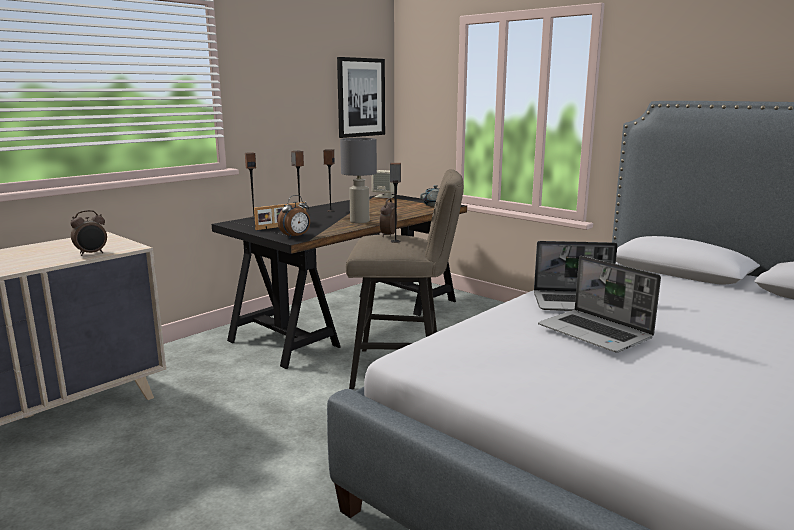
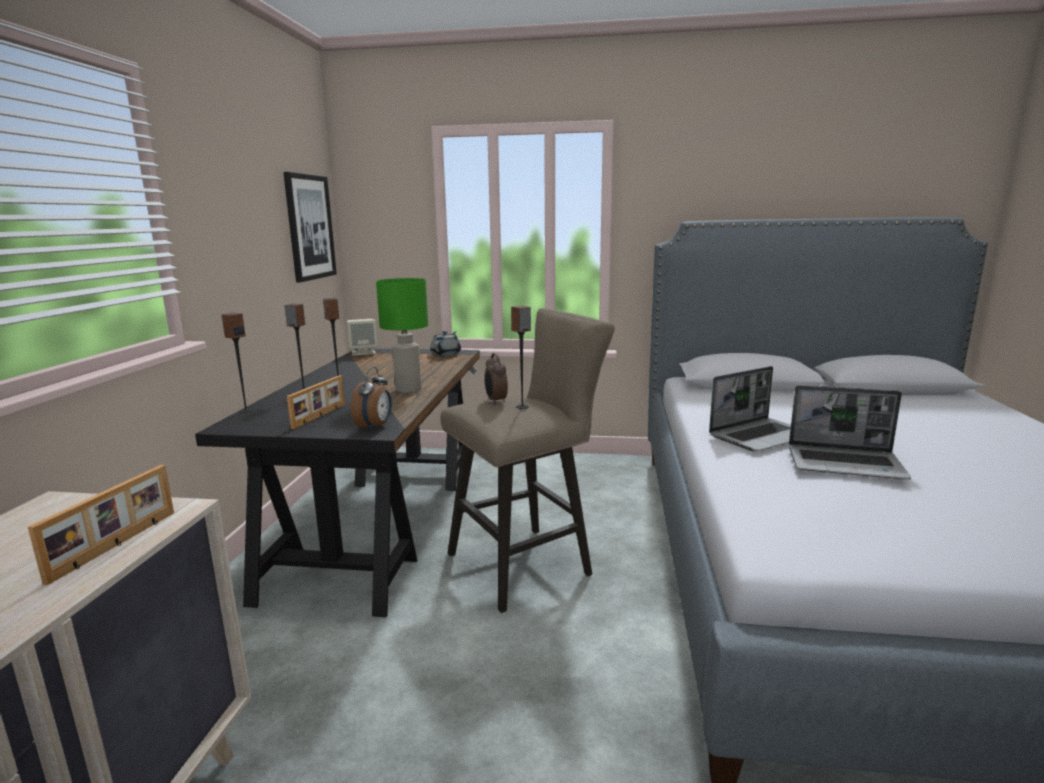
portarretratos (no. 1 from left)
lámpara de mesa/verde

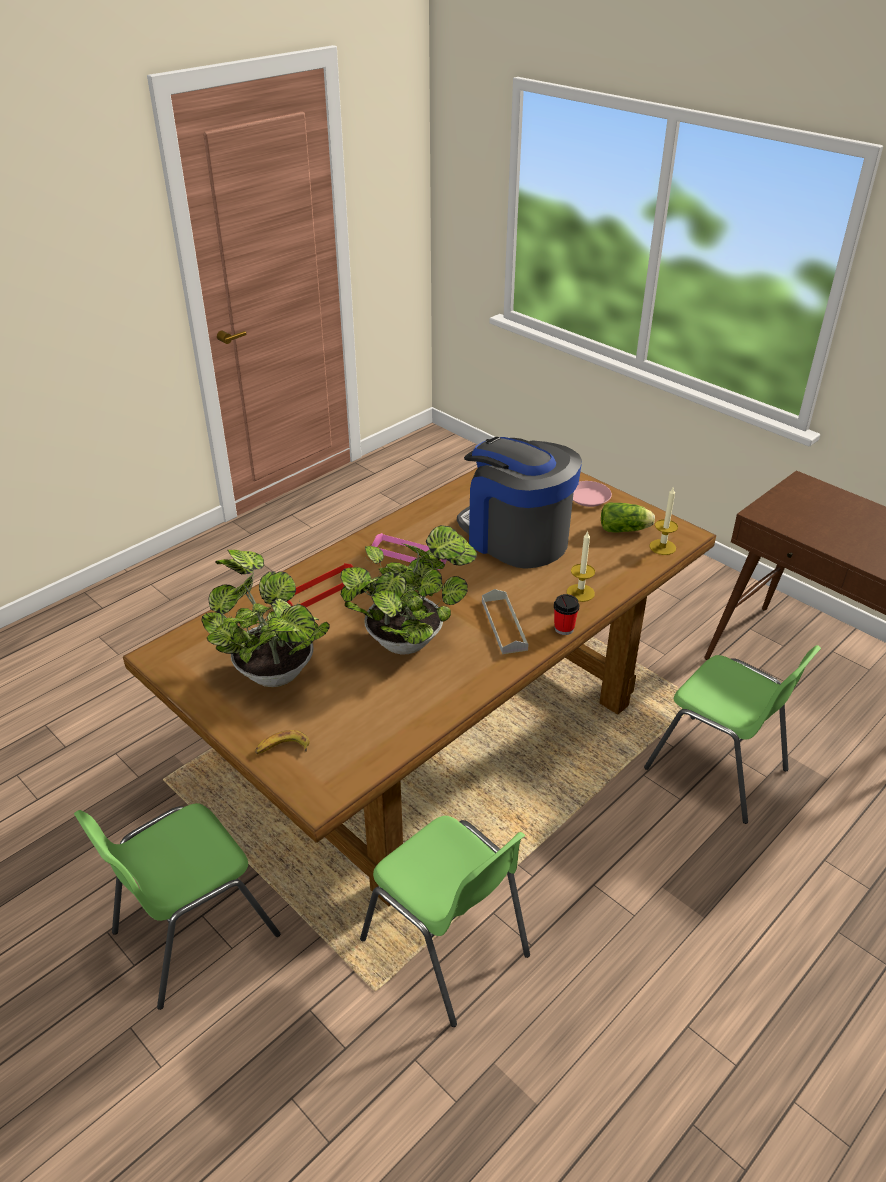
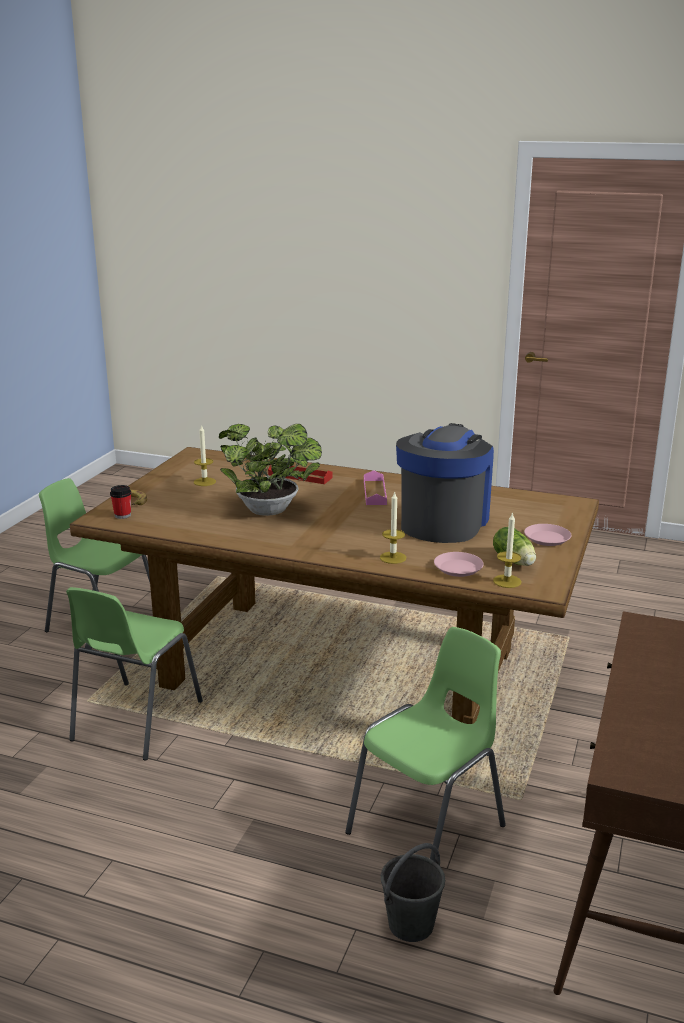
taza
vela (no. 1 from left)
silla/verde (no. 3 from left)
cubo/gris
plato/rosa (no. 1 from left)
bandeja/gris

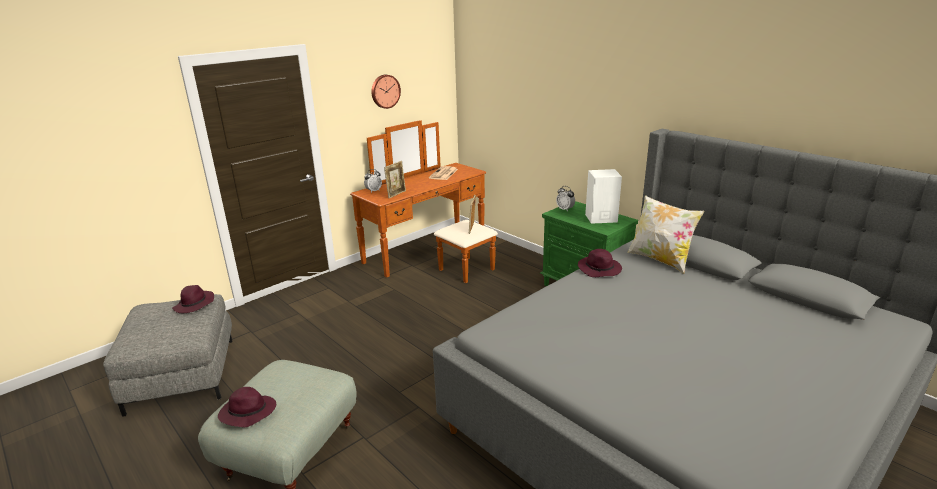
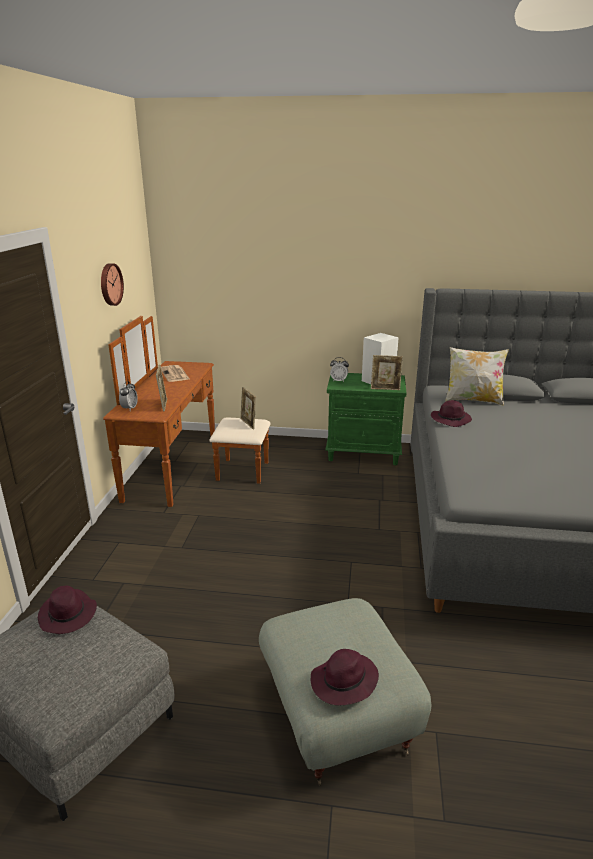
portarretratos (no. 3 from left)

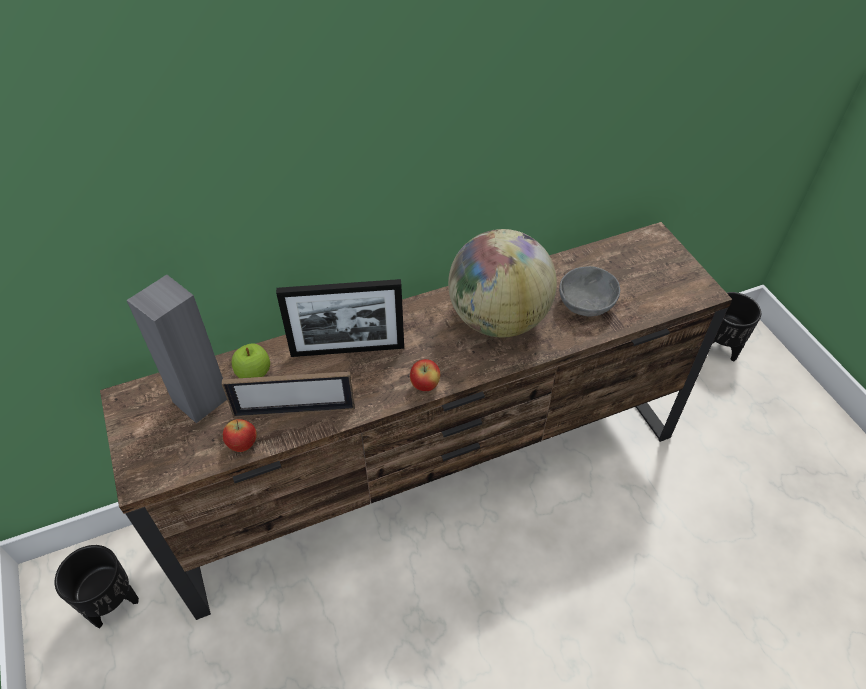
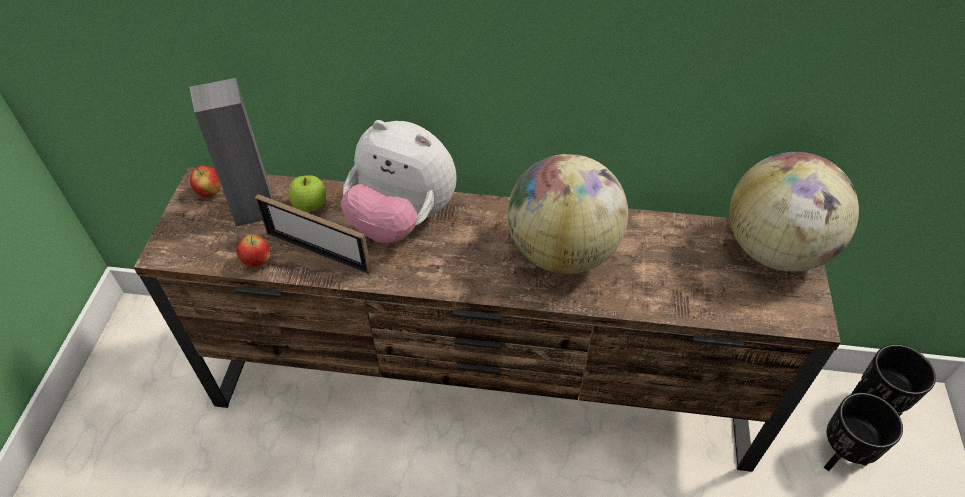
manzana (no. 1 from left)
peluche
globo terráqueo (no. 2 from left)
maceta/negro (no. 1 from left)
cuenco/gris

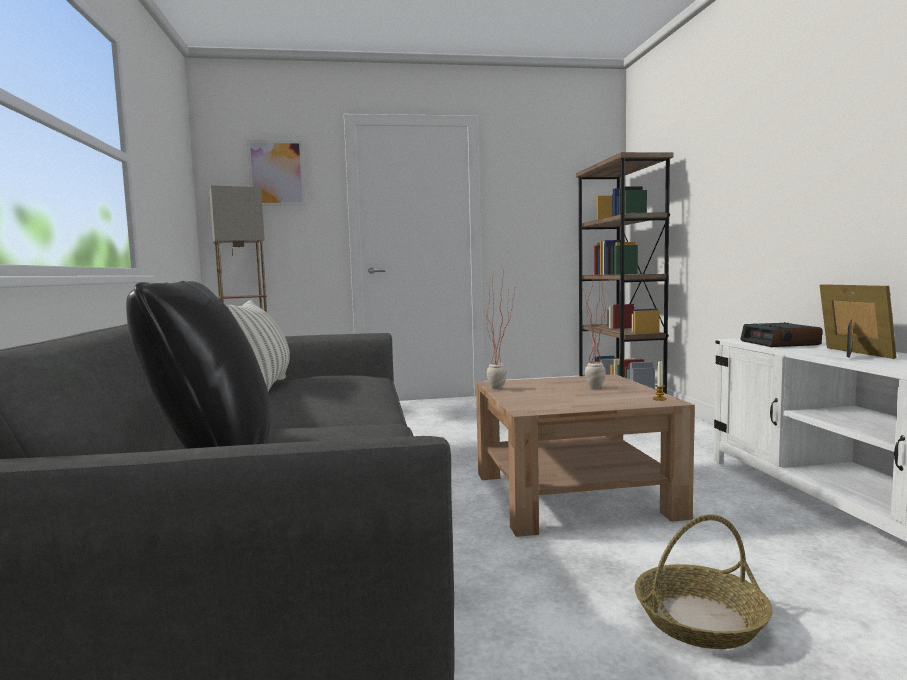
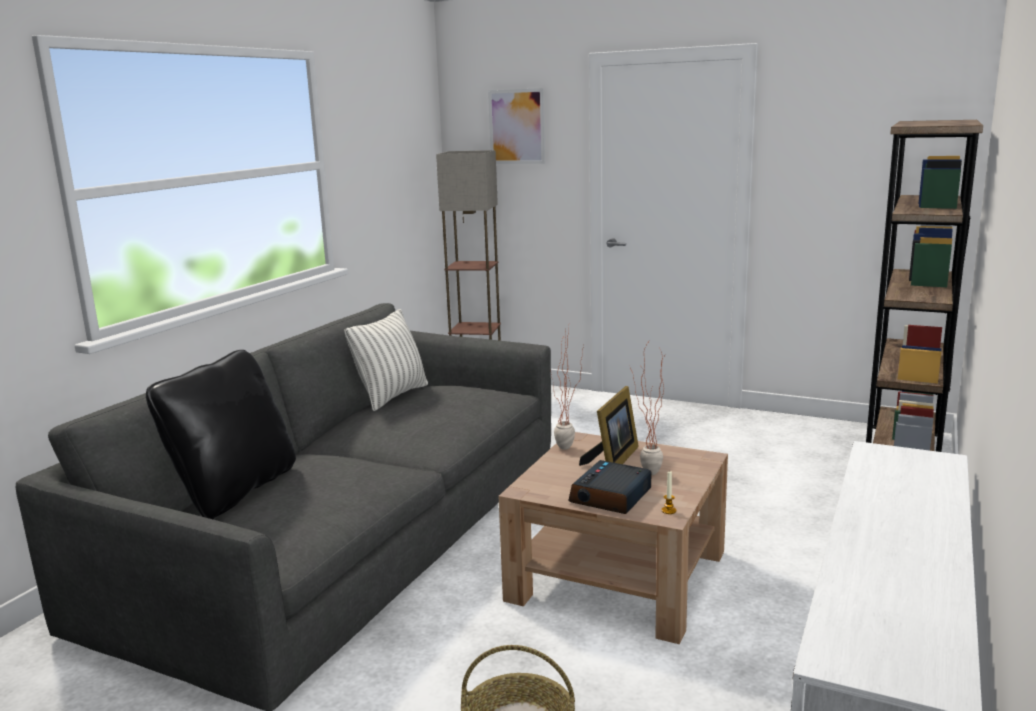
despertador
portarretratos

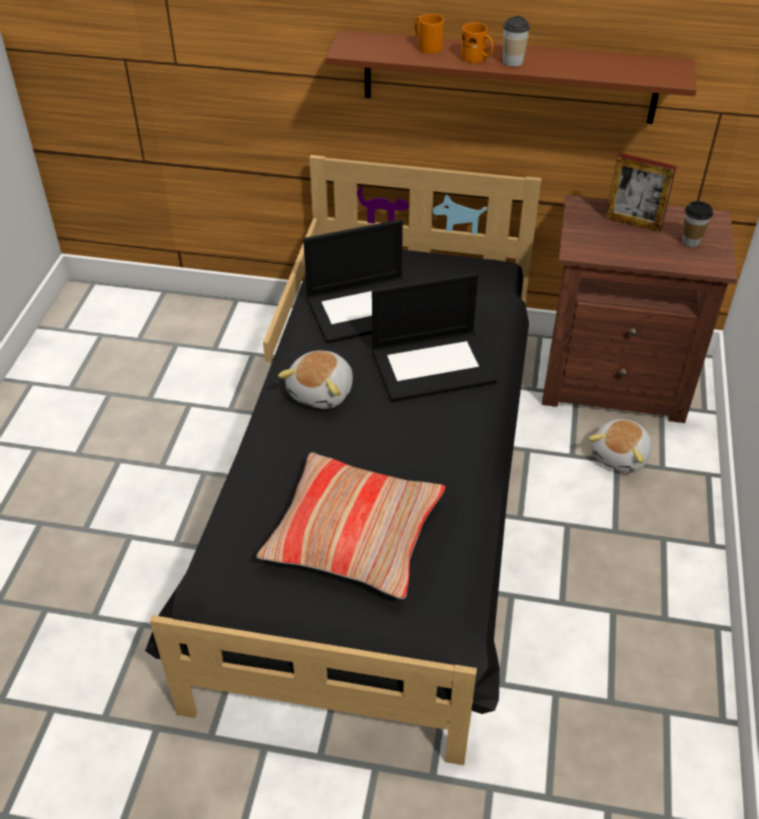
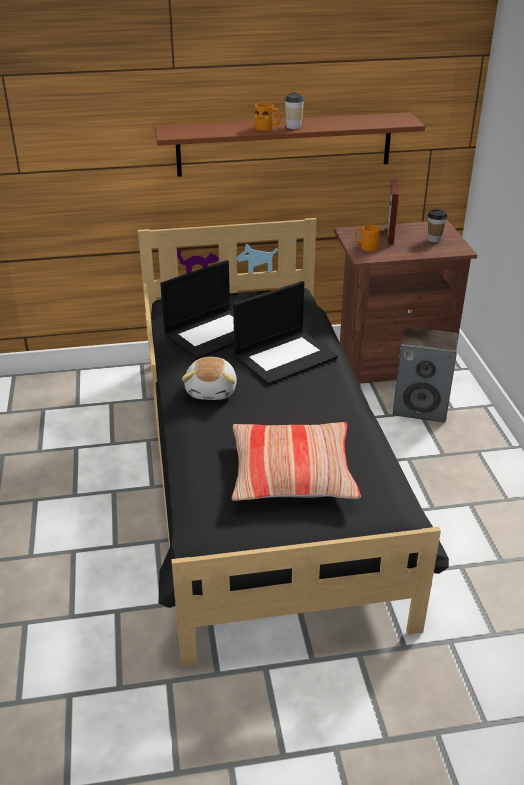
taza grande/naranja (no. 2 from left)
portarretratos
altavoz

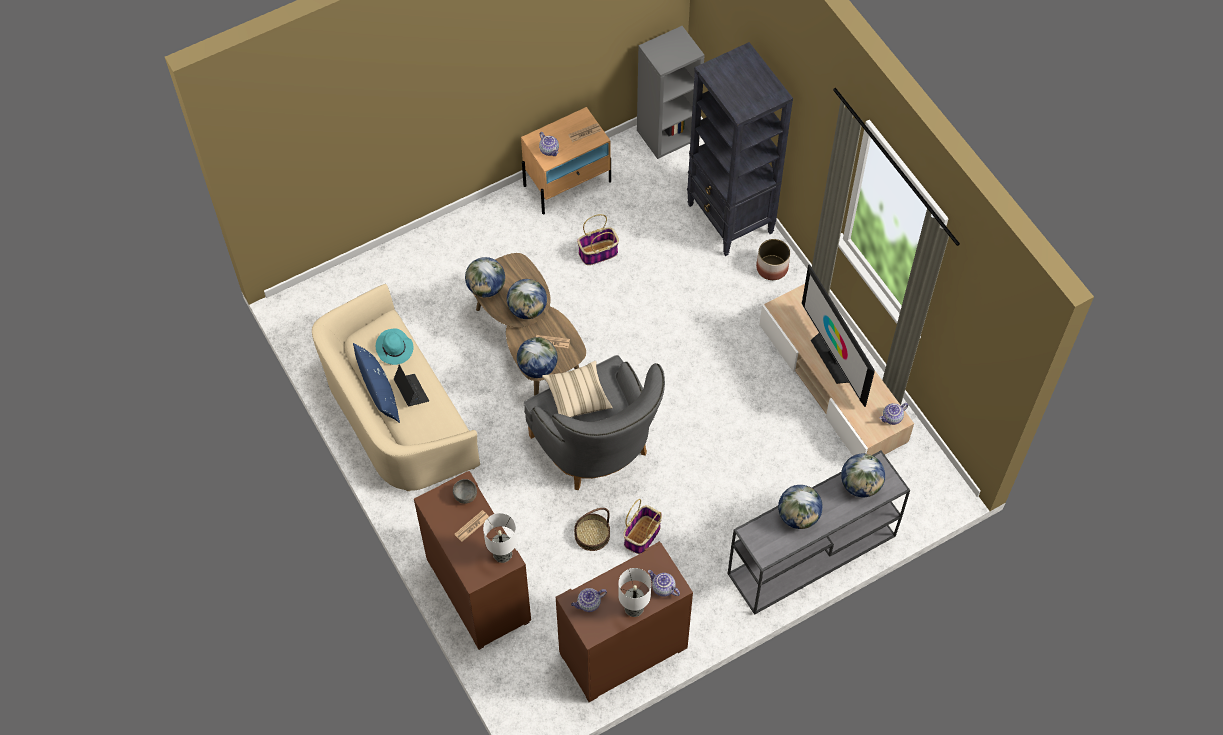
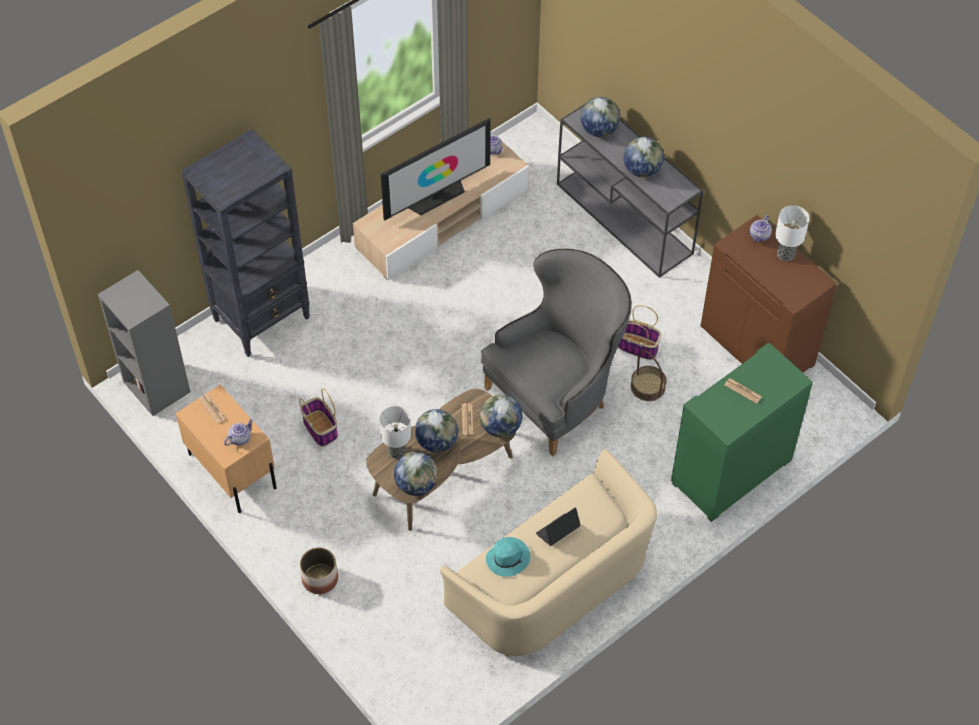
maceta
lámpara de mesa (no. 1 from left)
armario/verde
cojín/azul
cuenco/gris
cojín/beis
tetera (no. 2 from left in the first image)

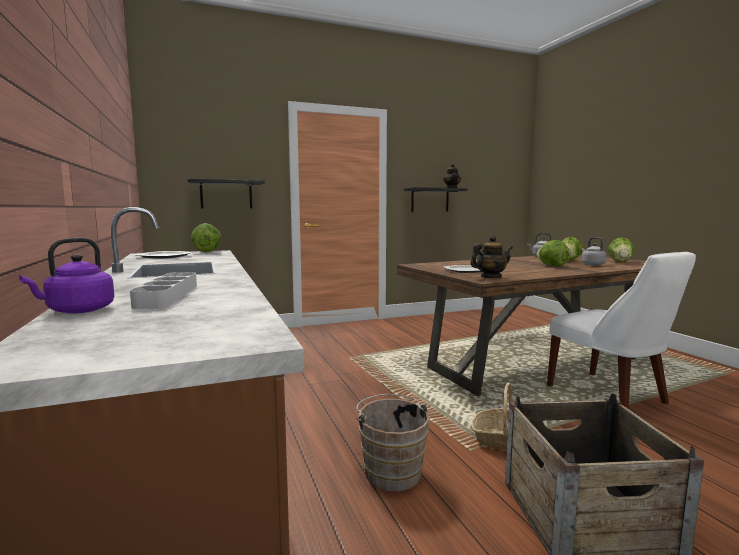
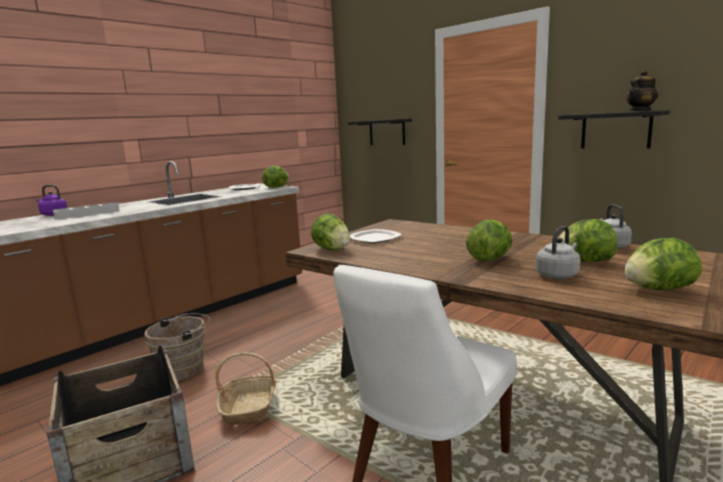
lechuga (no. 2 from left)

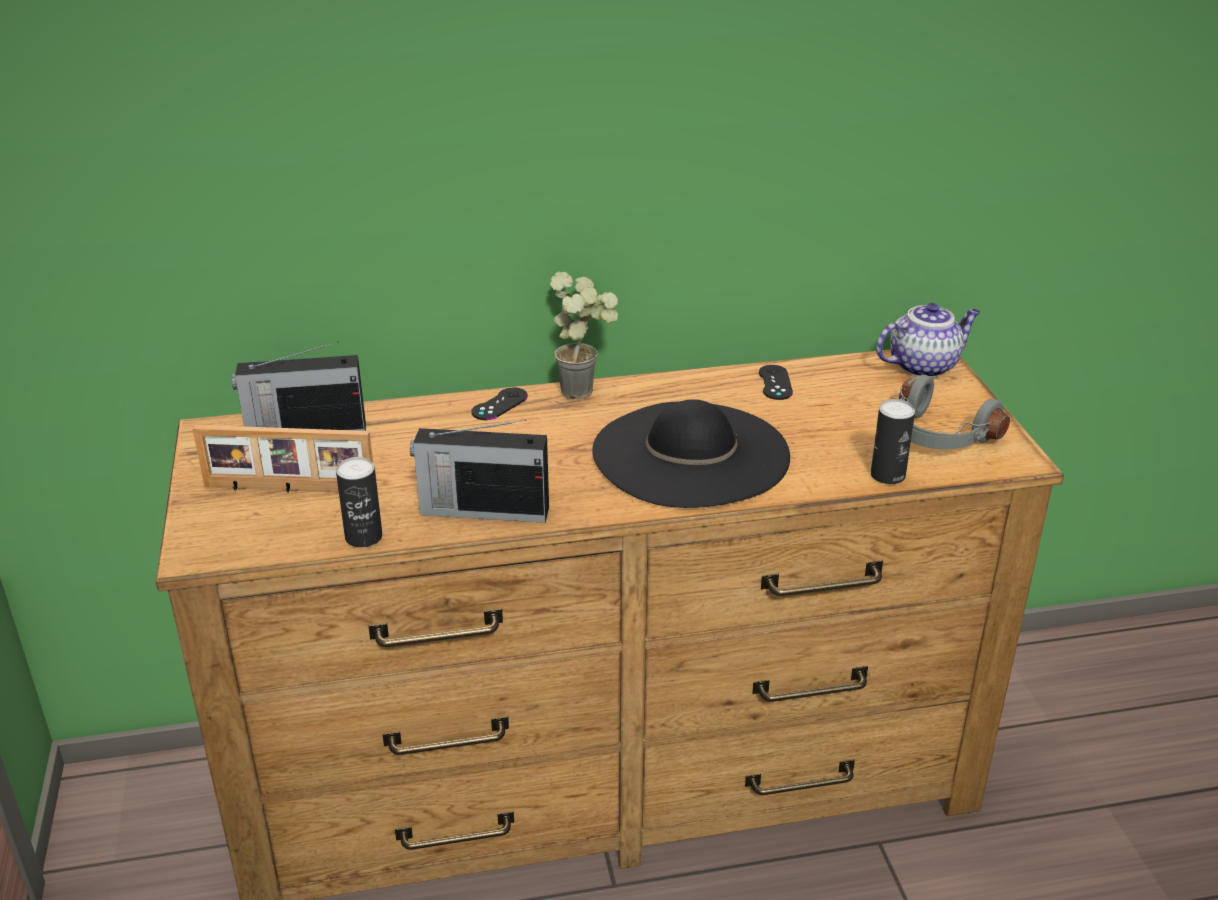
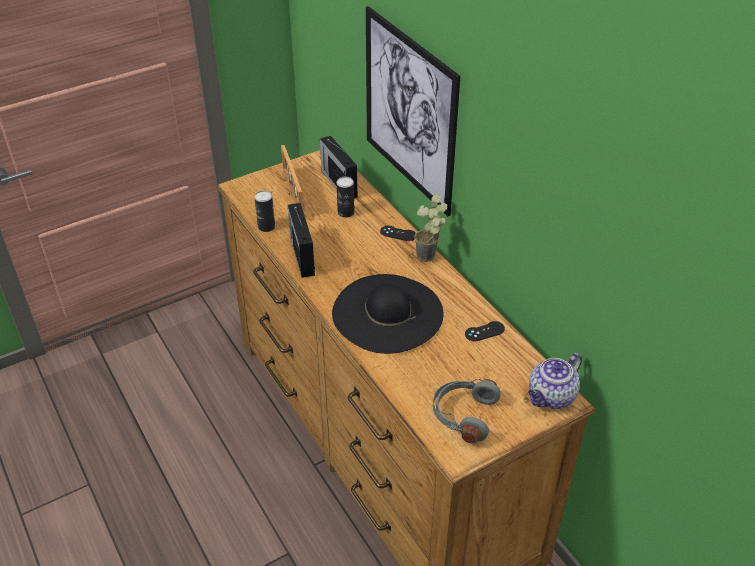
lata (no. 2 from left)
cuadro
tetera

